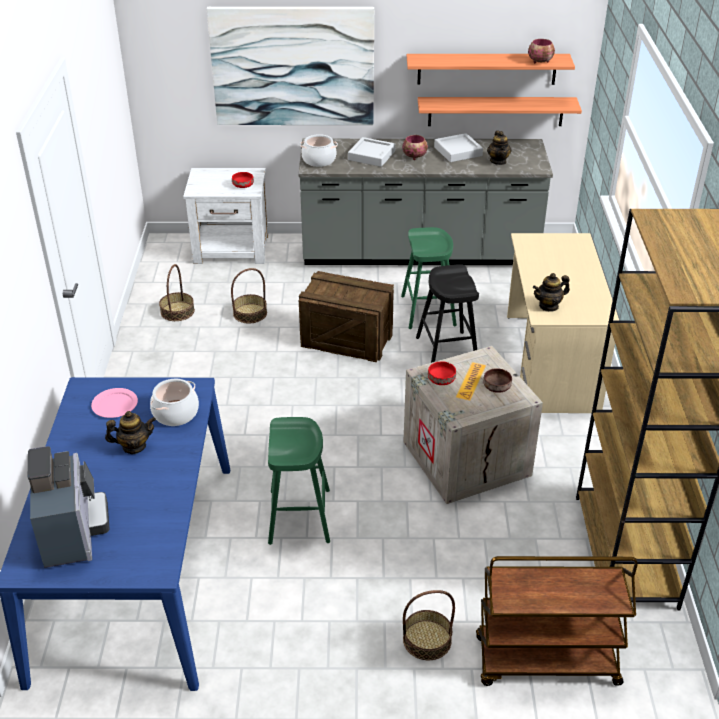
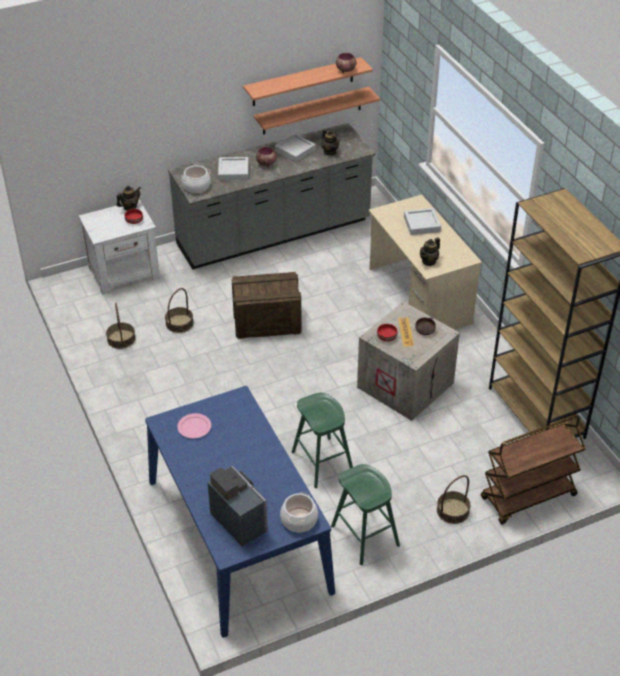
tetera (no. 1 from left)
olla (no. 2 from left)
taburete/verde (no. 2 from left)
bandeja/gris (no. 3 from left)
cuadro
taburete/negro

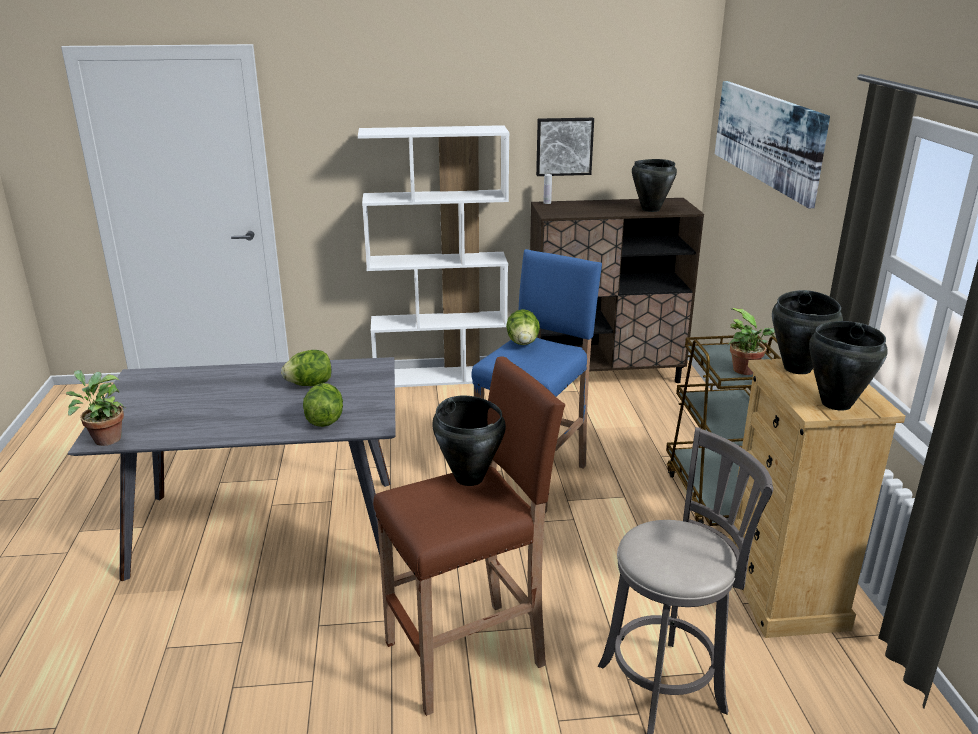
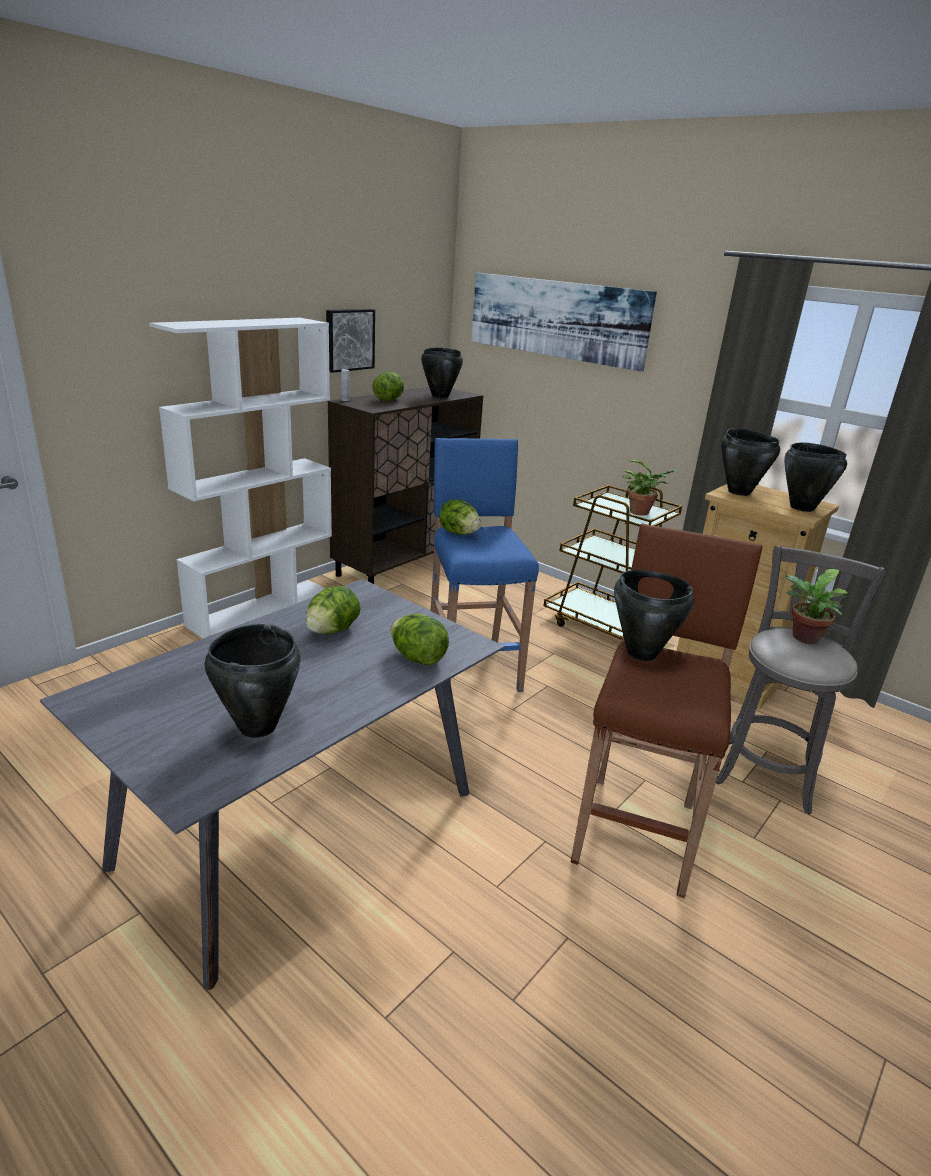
olla/negro (no. 1 from left)
lechuga (no. 2 from left)
planta en maceta (no. 2 from left)

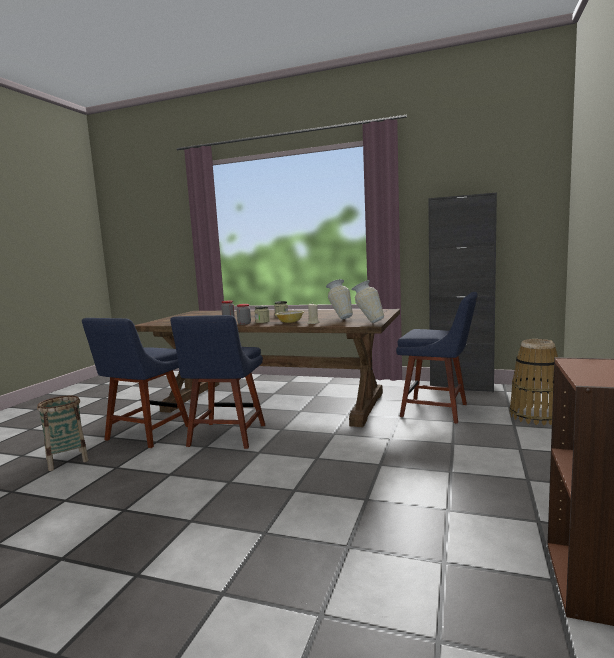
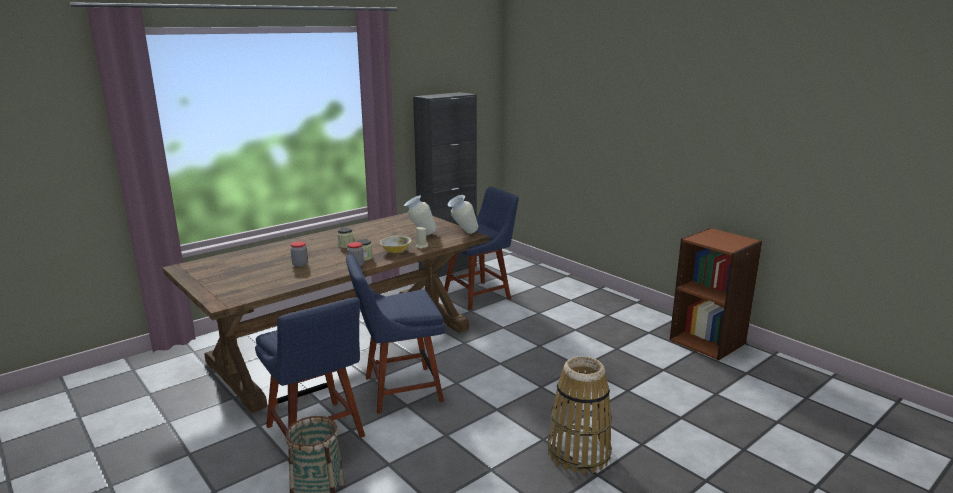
silla/azul (no. 2 from left)
cesta (no. 2 from left)

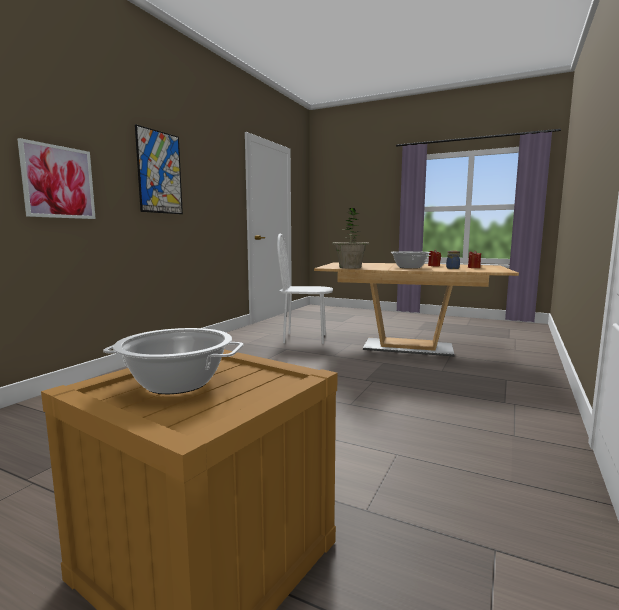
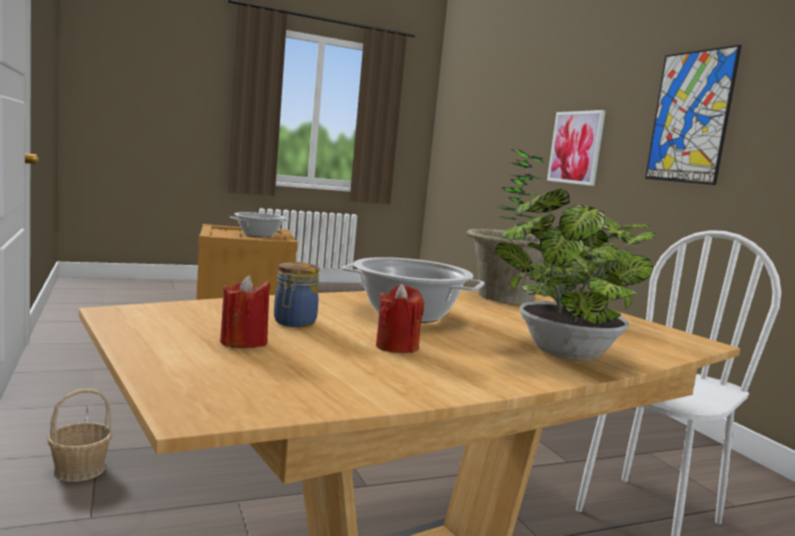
cesta
planta en maceta (no. 2 from left)

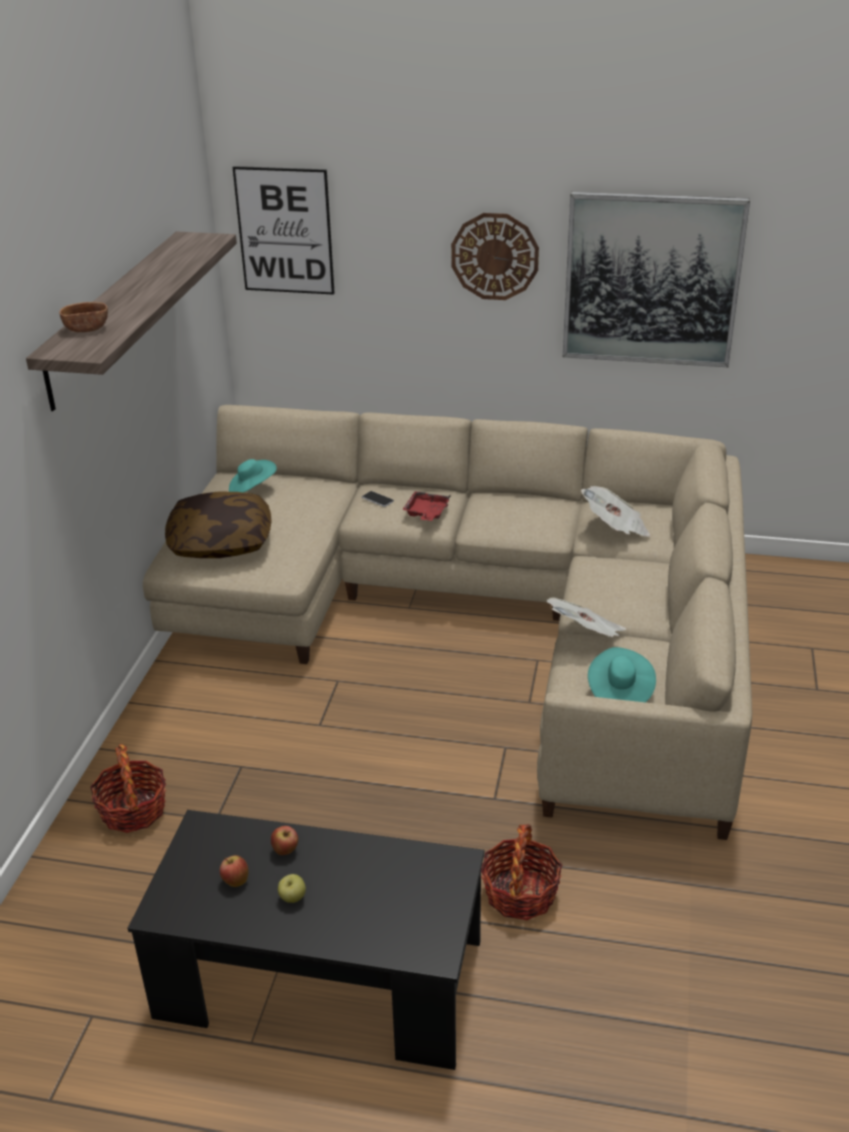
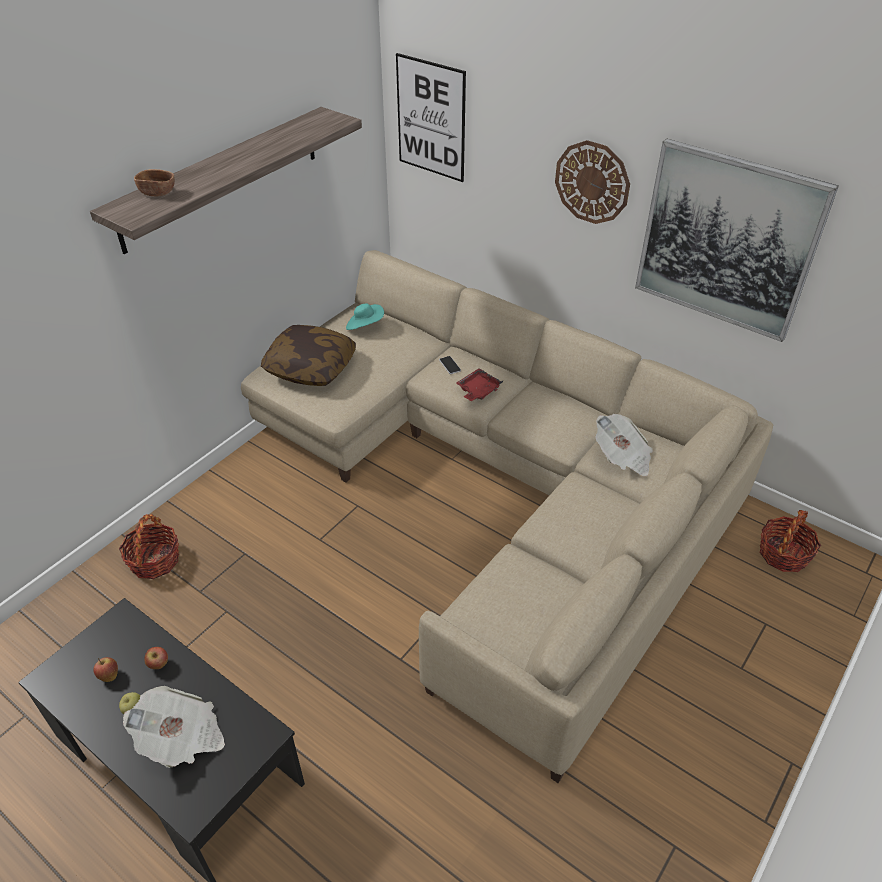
periódico (no. 1 from left)
cesta (no. 2 from left)
sombrero/turquesa (no. 2 from left in the first image)

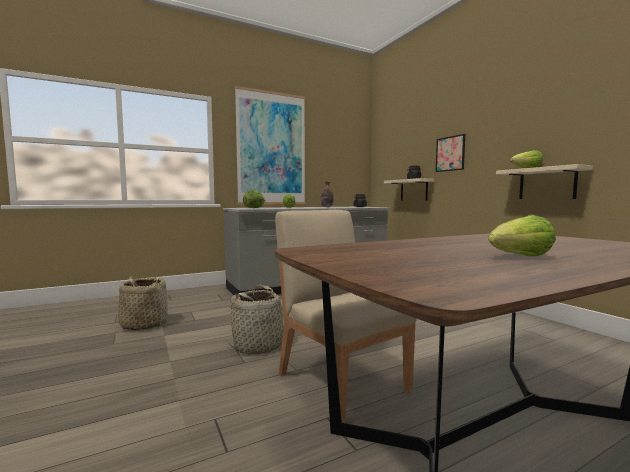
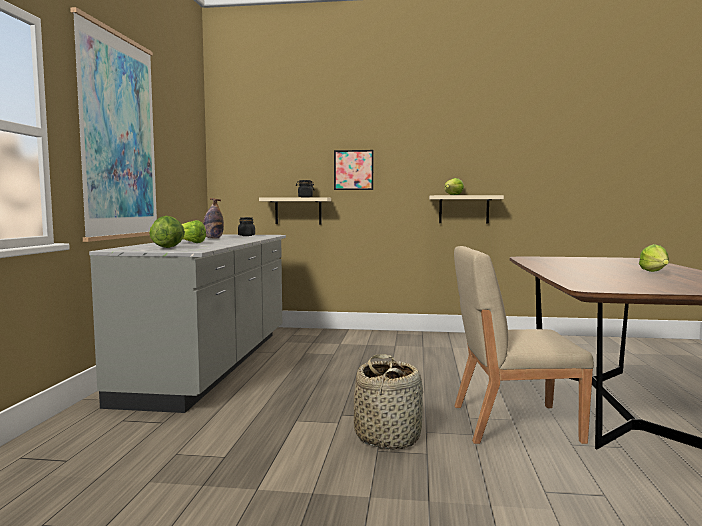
cesta (no. 1 from left in the first image)

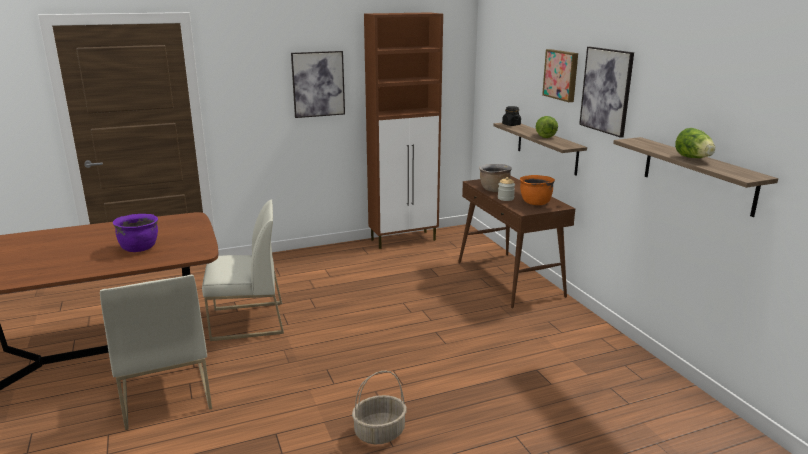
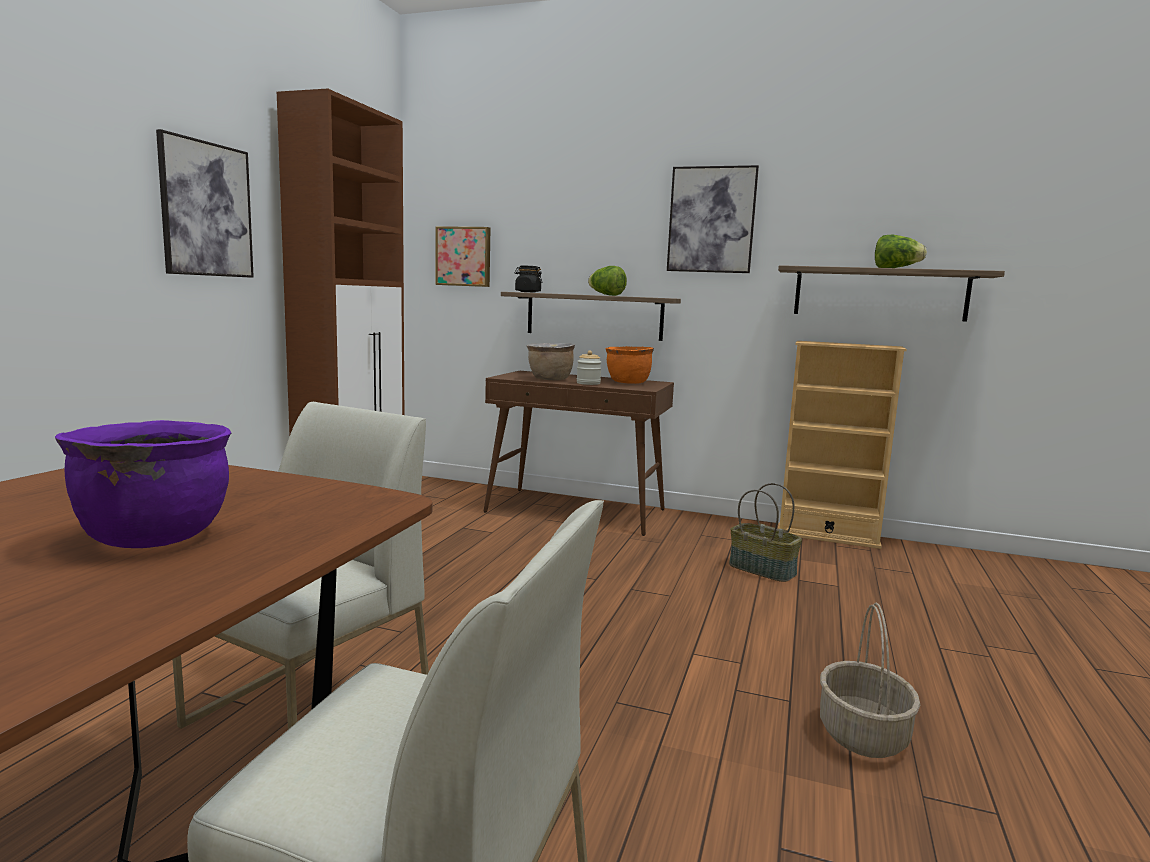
cuadro (no. 2 from left)
cesta (no. 1 from left)
estantería/beis

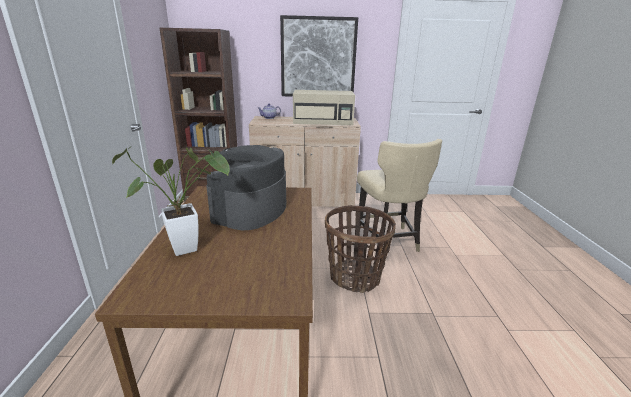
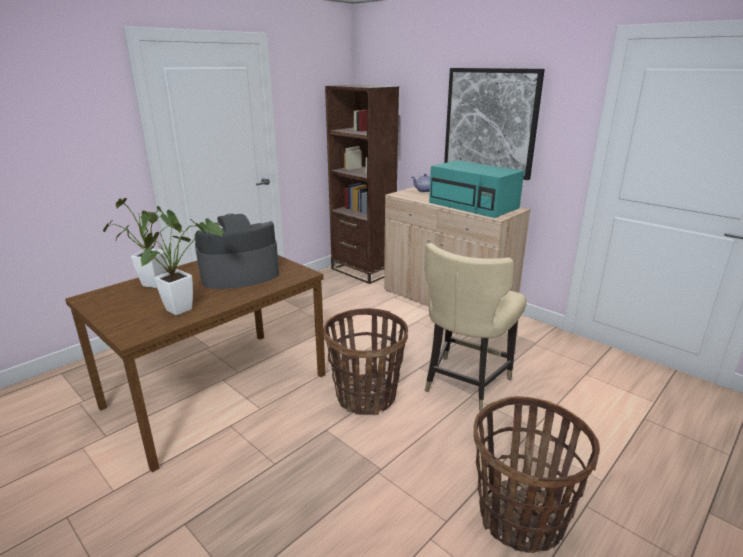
planta en maceta (no. 2 from left)
microondas/turquesa
cesta (no. 2 from left)

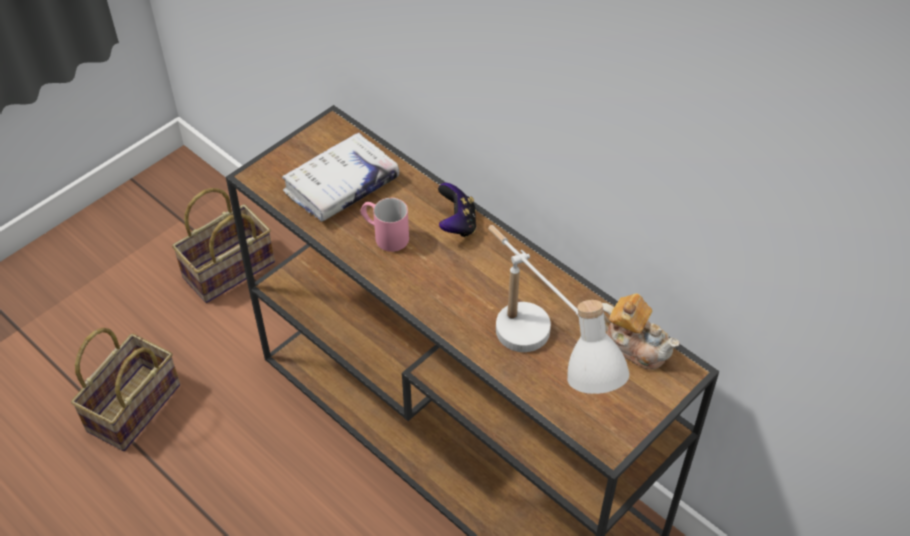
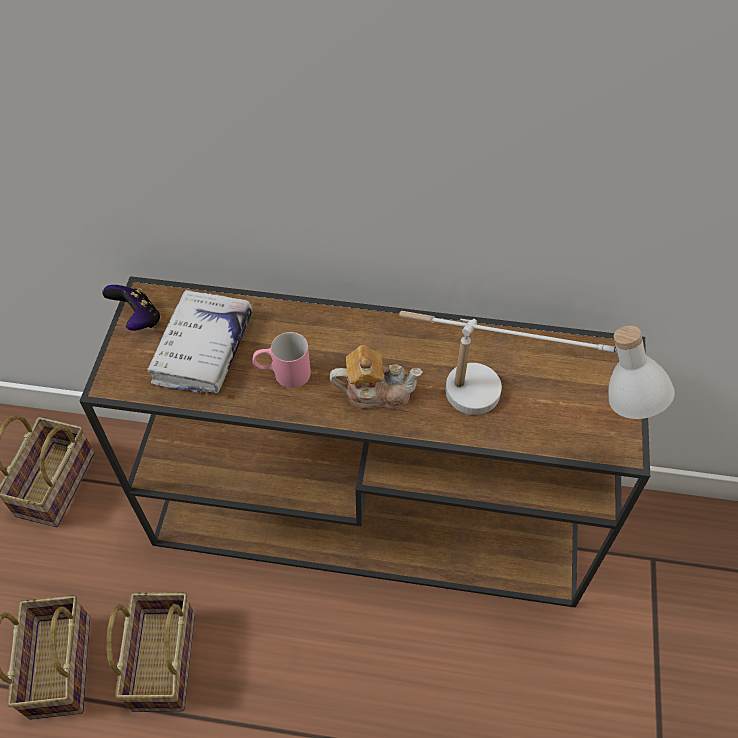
mando de consola
cesta (no. 3 from left)
tetera

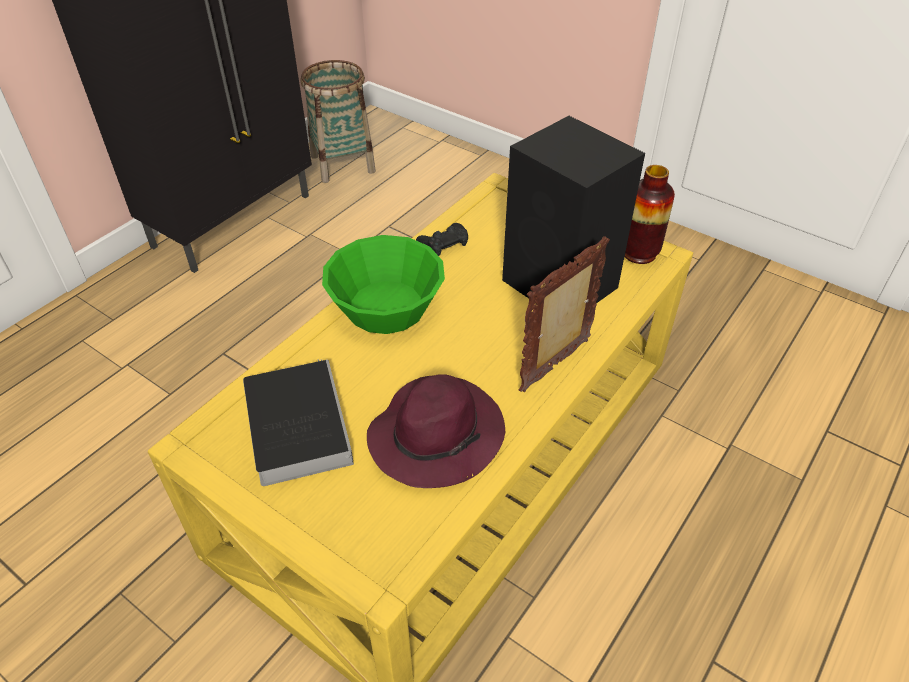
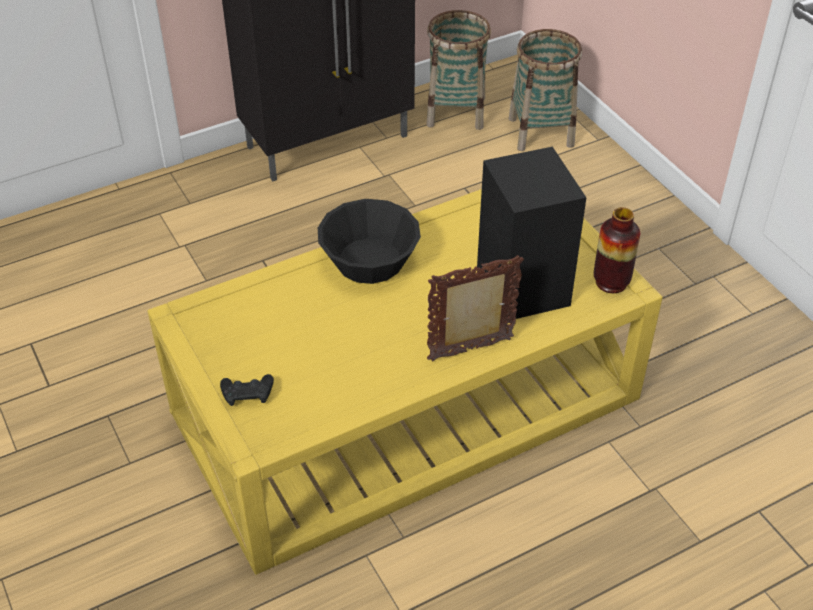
mando de consola/negro
cuenco/negro
cesta (no. 2 from left)
libro
sombrero/morado

